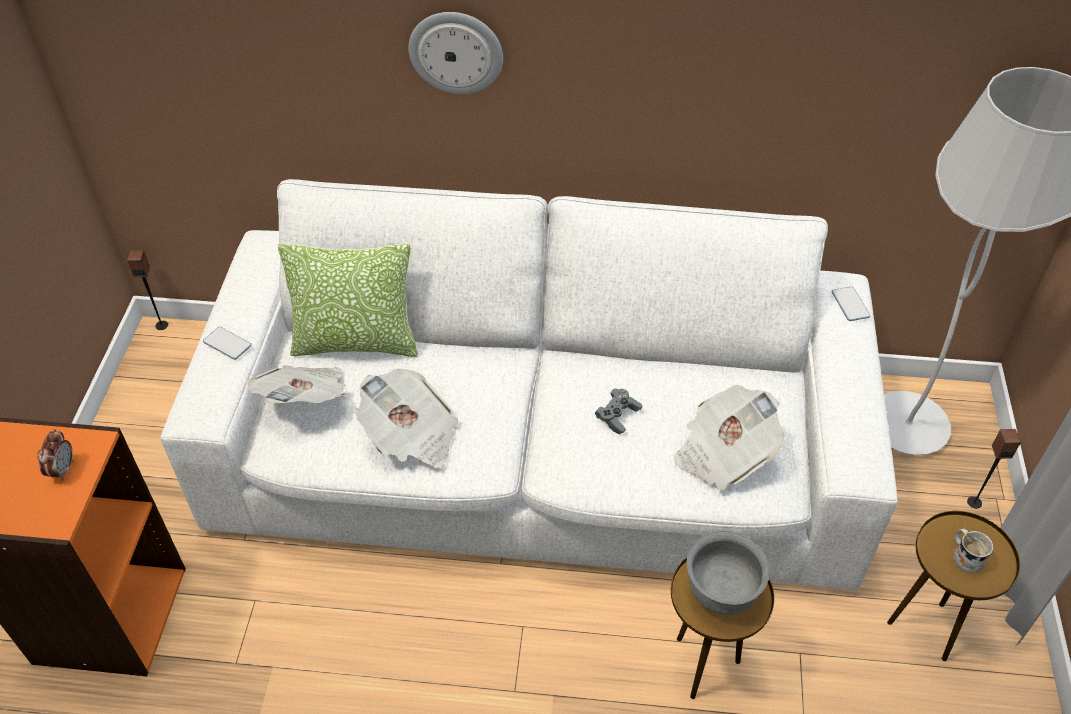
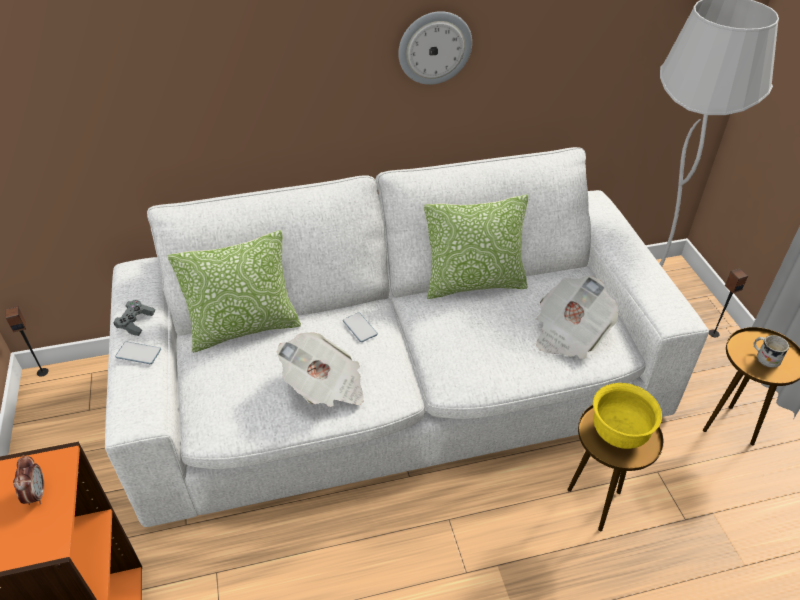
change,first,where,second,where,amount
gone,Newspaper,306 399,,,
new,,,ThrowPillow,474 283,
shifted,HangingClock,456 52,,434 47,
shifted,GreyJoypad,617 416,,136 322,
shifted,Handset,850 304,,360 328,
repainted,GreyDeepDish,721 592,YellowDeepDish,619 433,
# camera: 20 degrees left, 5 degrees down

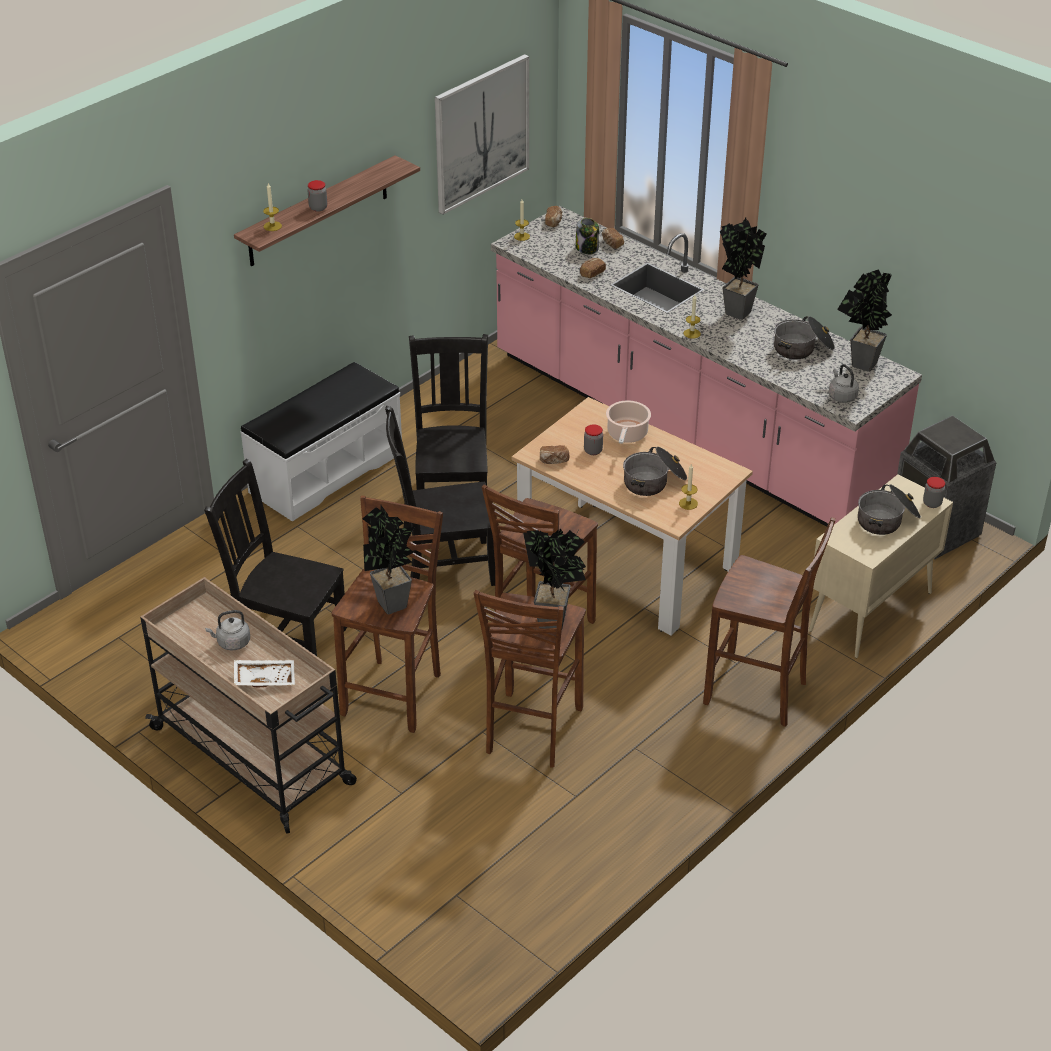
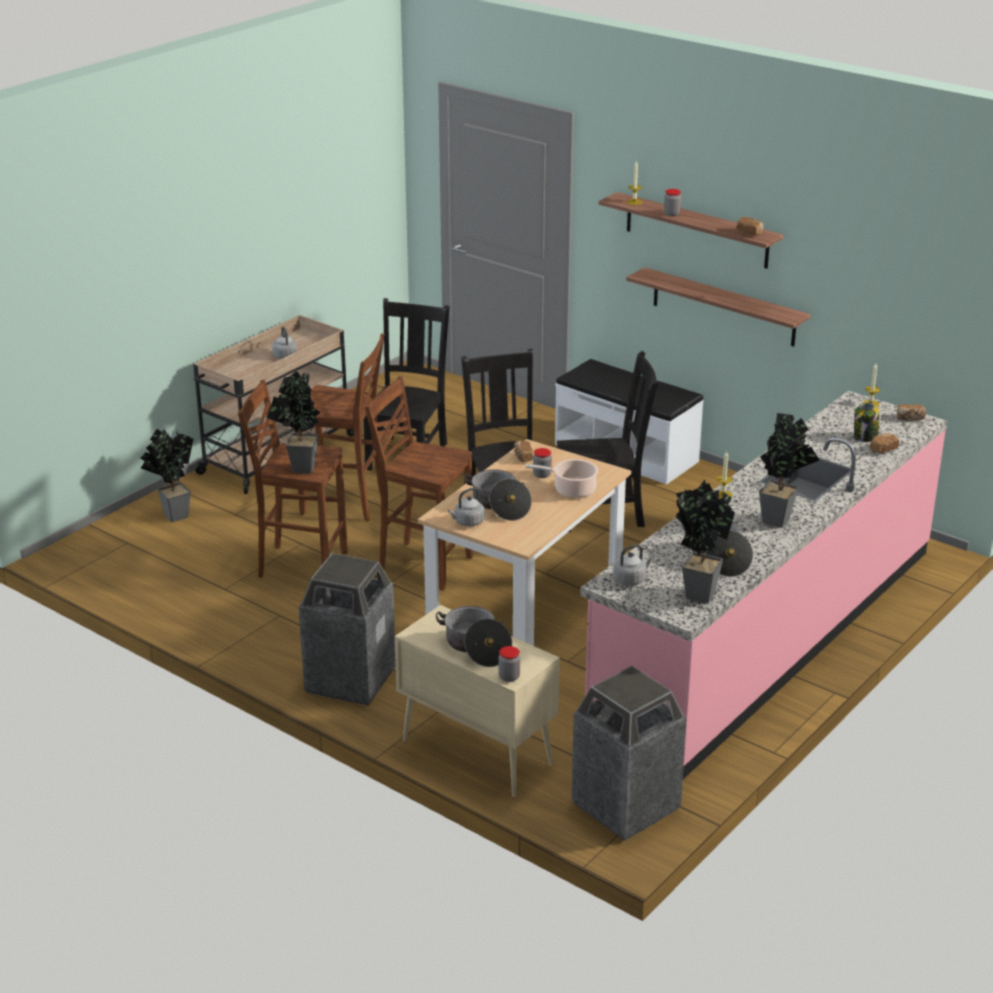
change,first,where,second,where,amount
gone,WhiteCarryingTray,265 678,,,
gone,WallArt,481 133,,,
new,,,Shelf,723 307,
shifted,Houseplant,392 608,,172 516,
shifted,BakeryBread,591 273,,749 232,
swapped,WaxCandle,688 503,GreyWaterKettle,468 522,
swapped,BrownSittingStool,758 693,WasteBin,350 680,
# camera: 85 degrees right, 10 degrees down

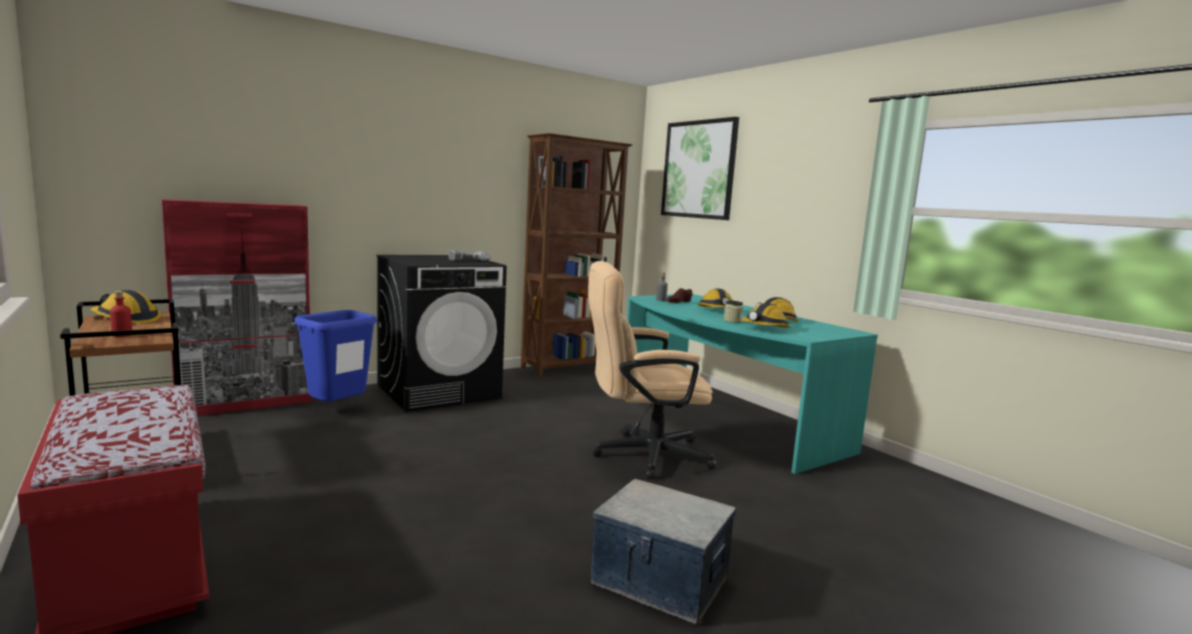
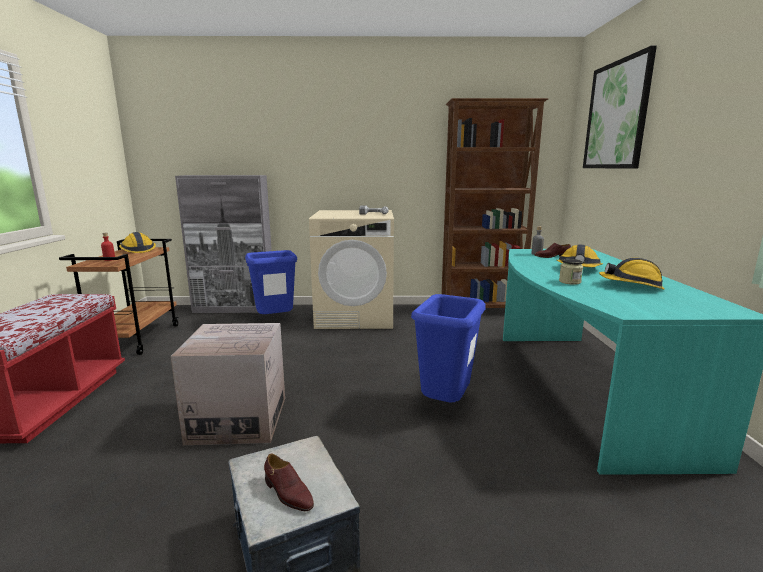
change,first,where,second,where,amount
gone,WorkHelmet,764 328,,,
new,,,Carton,238 419,
new,,,BrownItemOfFootwear,288 493,
swapped,BeigeColouredDeskChair,641 455,BlueColouredWasteBin,445 405,
repainted,ReddishCupboard,246 404,GreyCupboard,235 309,
repainted,BlackishWashingMachine,439 391,BeigeColouredWashingMachine,356 316,
# camera: 35 degrees right, 5 degrees up

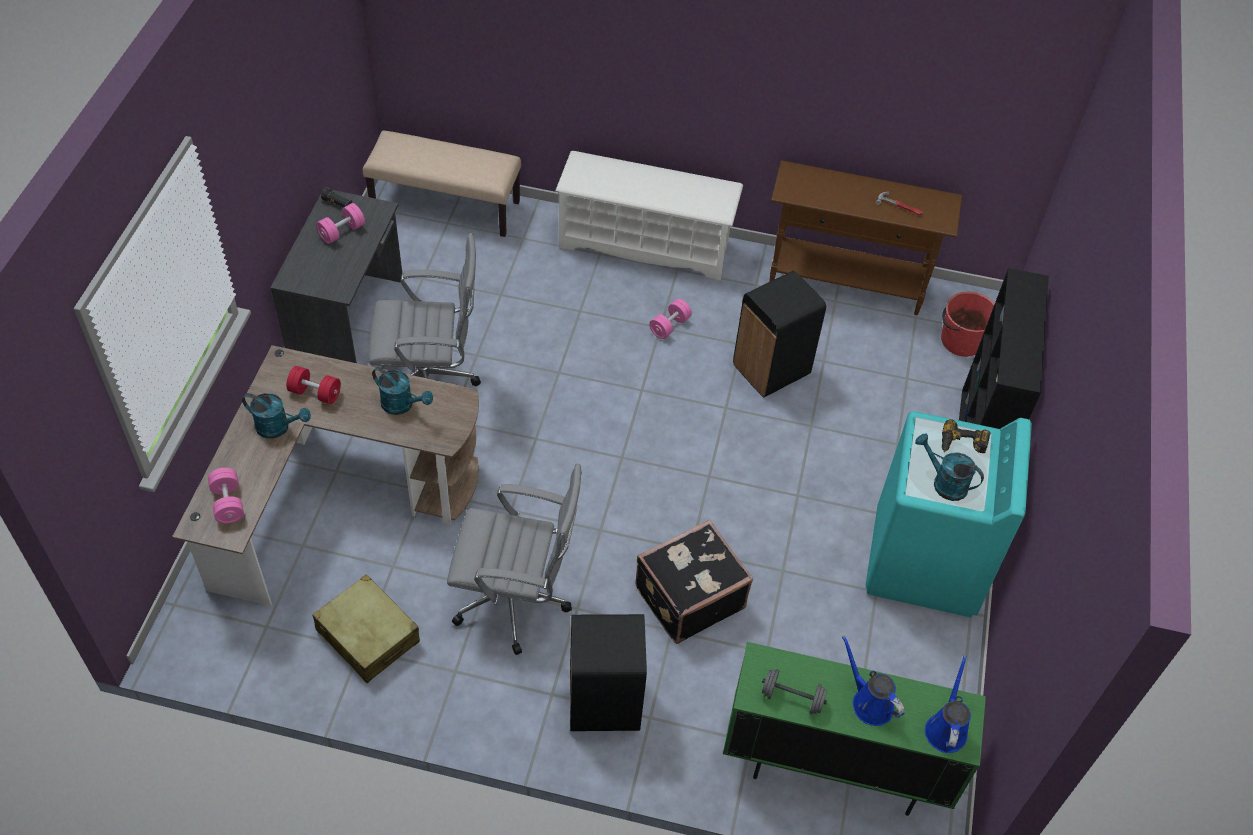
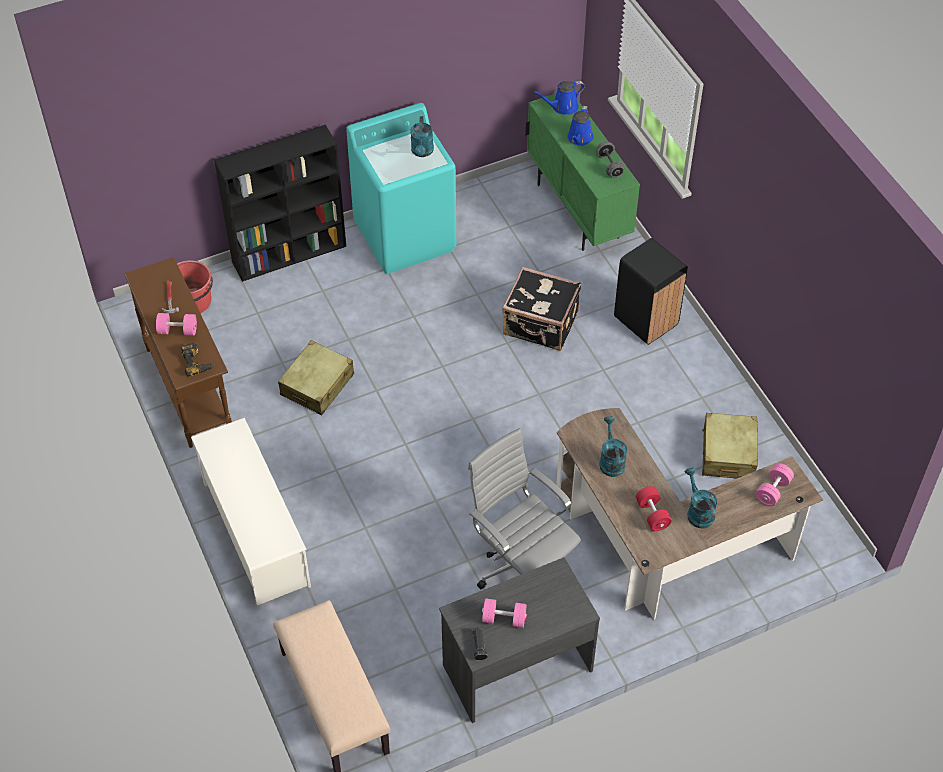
change,first,where,second,where,amount
gone,GreyDeskChair,517 602,,,
shifted,PinkishFreeWeight,669 326,,177 330,
shifted,ElectricDrill,962 445,,197 362,
swapped,BlackishWasteBin,772 370,BeigeColouredSuitcase,317 385,
# camera: 125 degrees left, 0 degrees up

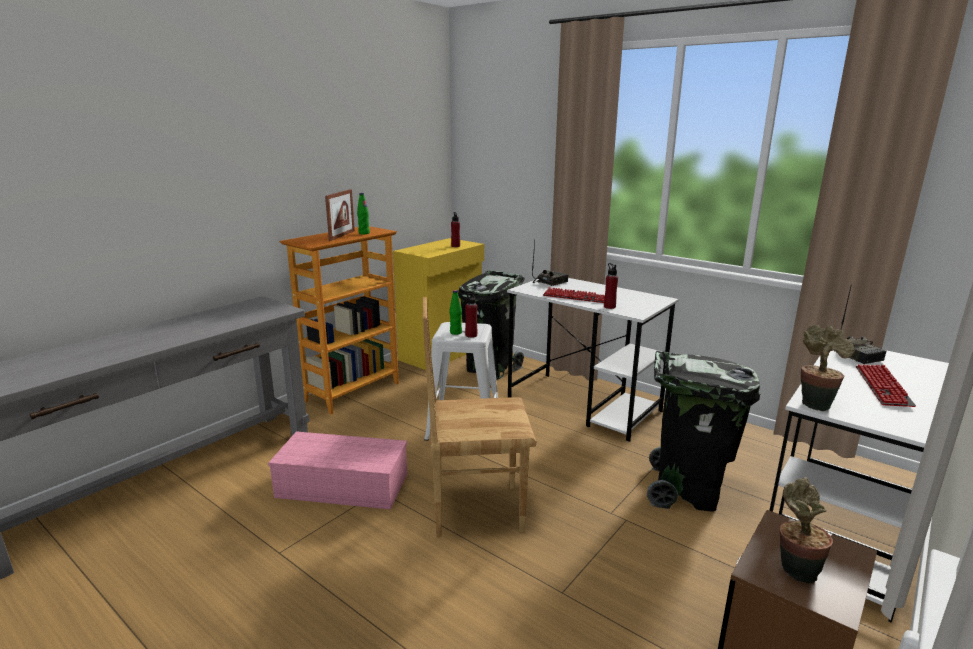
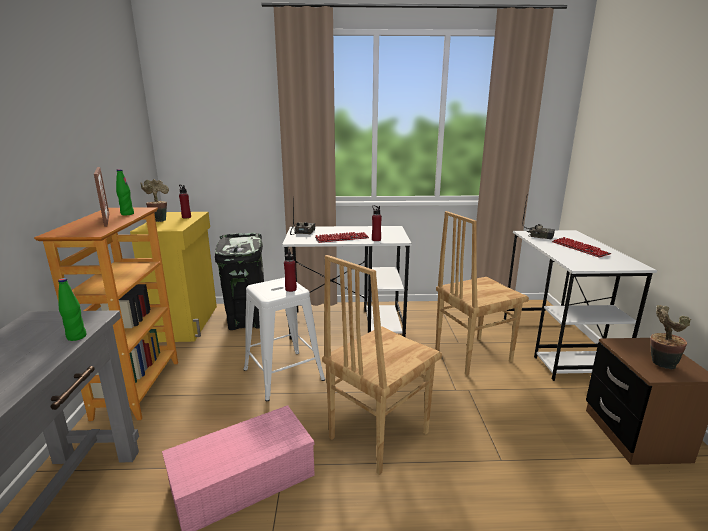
change,first,where,second,where,amount
shifted,GreenishBottle,455 332,,76 337,
shifted,Houseplant,814 403,,159 220,
swapped,BlackishWasteBin,686 491,BrownUprightChair,471 355,
# camera: 40 degrees left, 0 degrees up

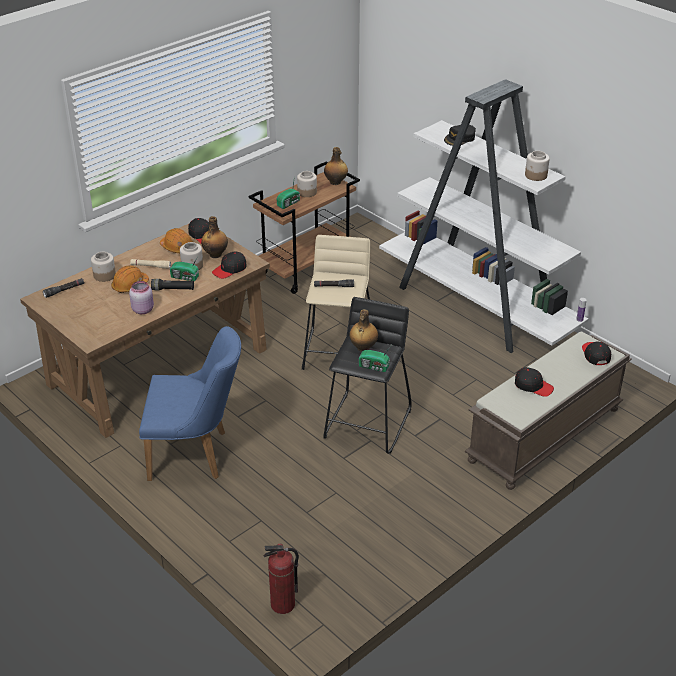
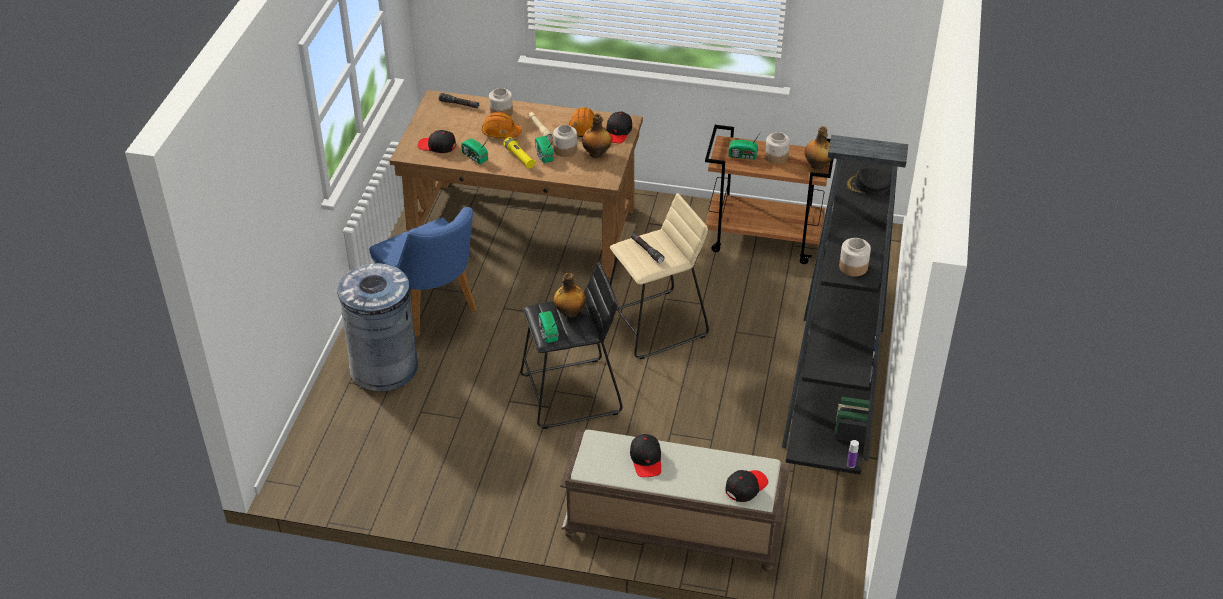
change,first,where,second,where,amount
gone,FireFightingCylinder,282 605,,,
new,,,GreyWasteBin,384 367,
shifted,BlackishPeakedCap,230 269,,437 146,
swapped,PinkishPreserveJar,143 309,RadioReceiver,475 157,
repainted,BlackishHandTorch,173 289,YellowHandTorch,519 157,
repainted,WhiteBookcase,477 307,BlackishBookcase,835 387,
# camera: 55 degrees right, 5 degrees up

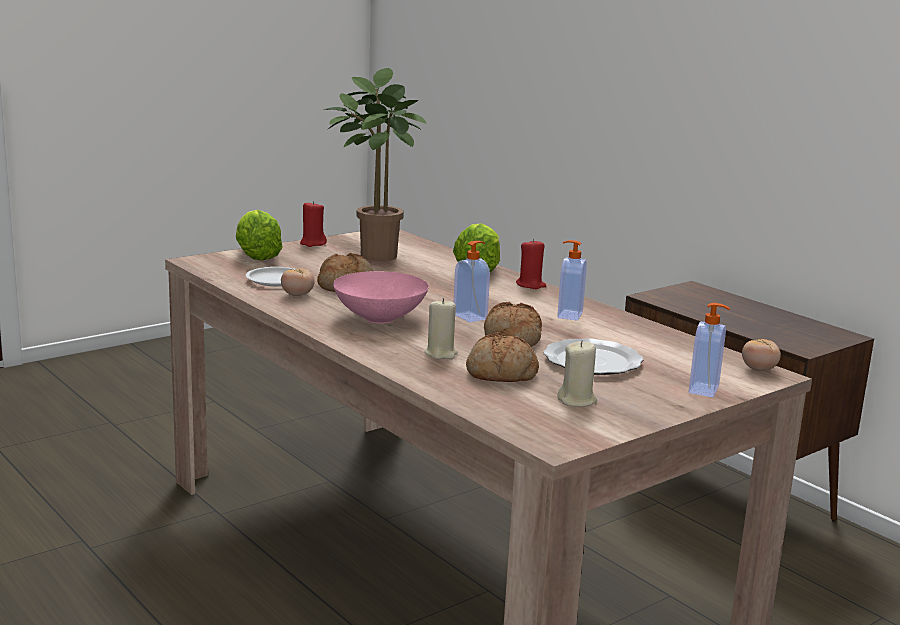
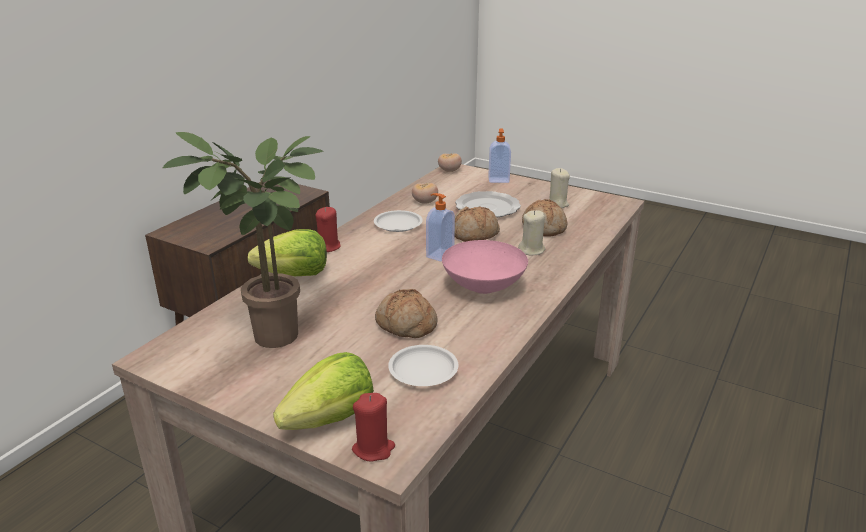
change,first,where,second,where,amount
shifted,Tomato,297 295,,425 202,
shifted,ReddishWaxCandle,312 243,,373 449,
swapped,LiquidSoapBottle,568 315,WhitePlate,398 224,
# camera: 110 degrees left, 10 degrees up

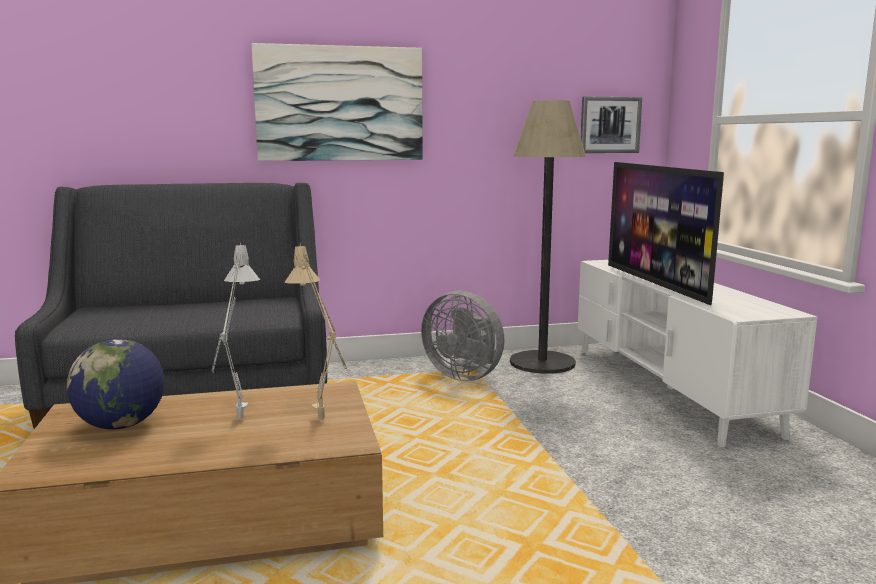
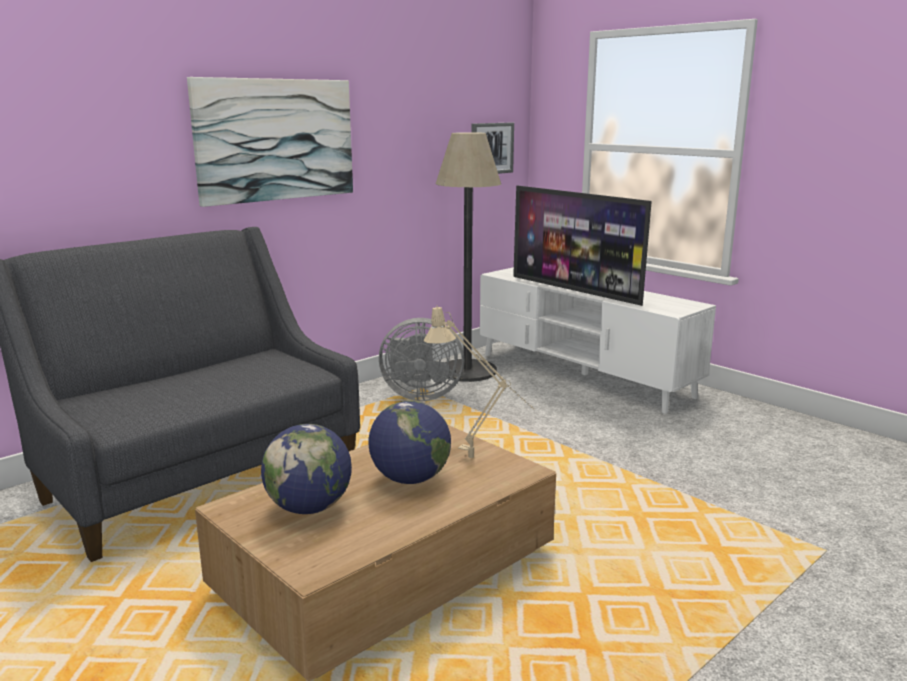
change,first,where,second,where,amount
swapped,GreyTableLamp,238 424,WorldGlobe,410 479,
# camera: 30 degrees left, 5 degrees up

